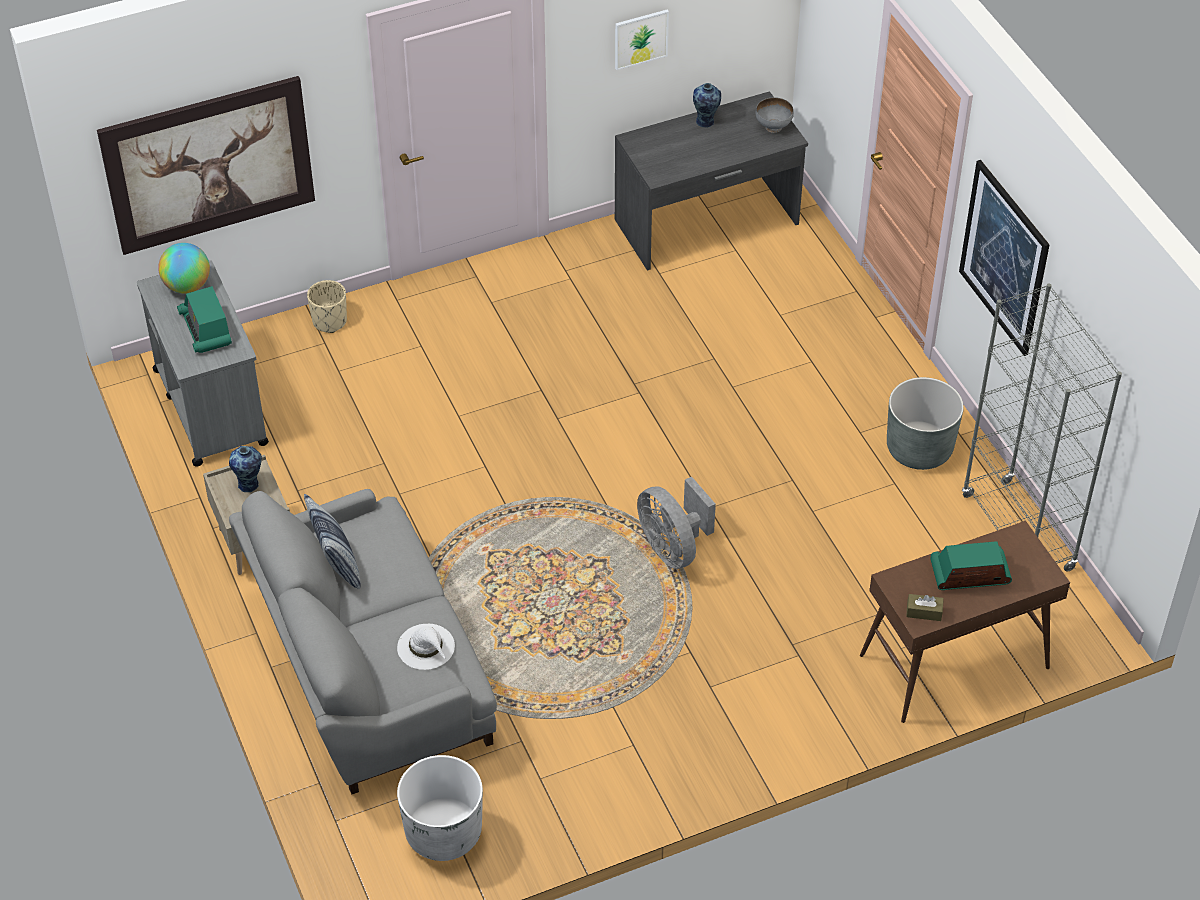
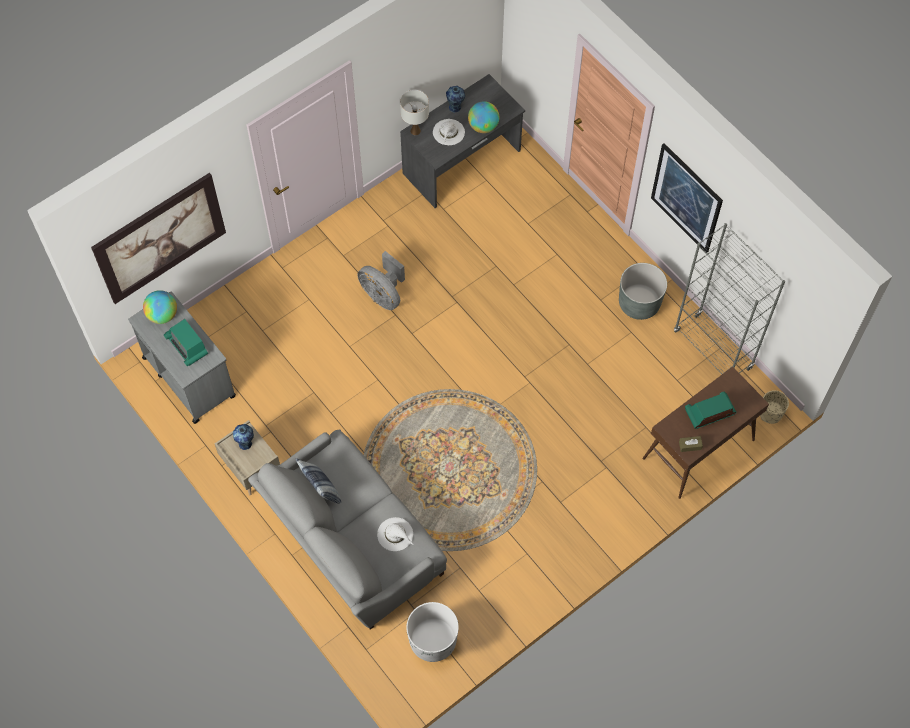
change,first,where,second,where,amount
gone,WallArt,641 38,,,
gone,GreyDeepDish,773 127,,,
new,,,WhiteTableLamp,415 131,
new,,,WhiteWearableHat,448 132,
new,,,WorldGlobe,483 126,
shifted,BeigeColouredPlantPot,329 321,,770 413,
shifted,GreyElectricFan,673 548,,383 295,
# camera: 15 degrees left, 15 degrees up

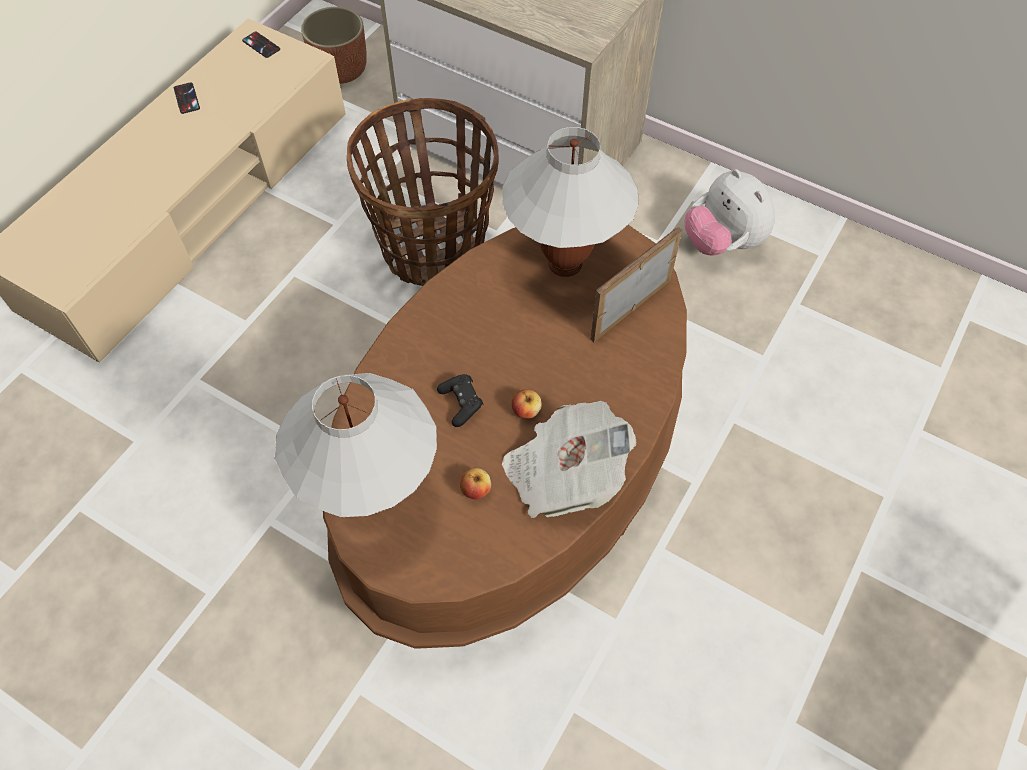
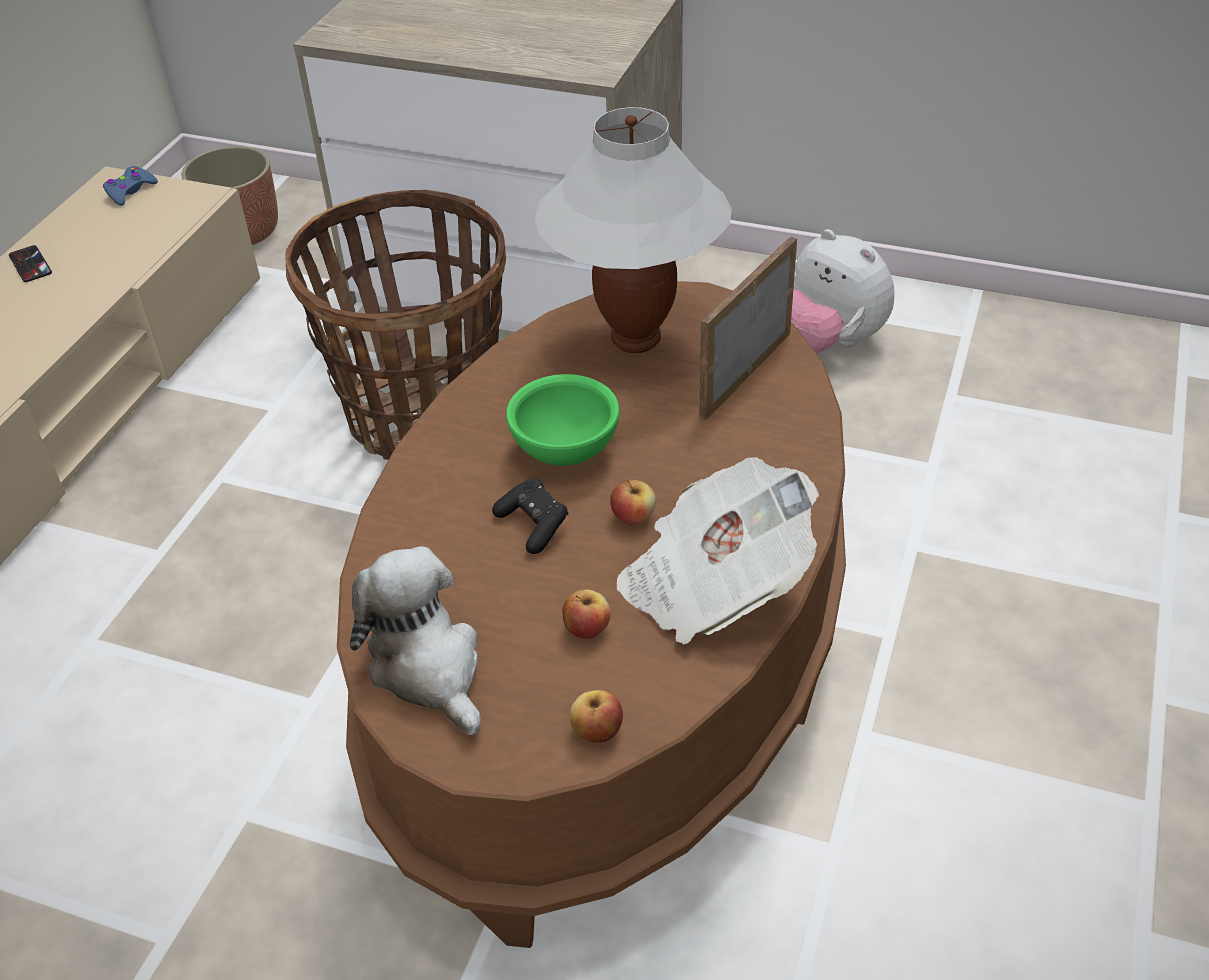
change,first,where,second,where,amount
new,,,GreenishDeepDish,567 449,
new,,,AppleFruit,597 731,
swapped,Handset,261 45,BlueColouredJoypad,130 191,
swapped,WhiteTableLamp,373 497,CuddlyToy,428 667,
# camera: 10 degrees left, 15 degrees down

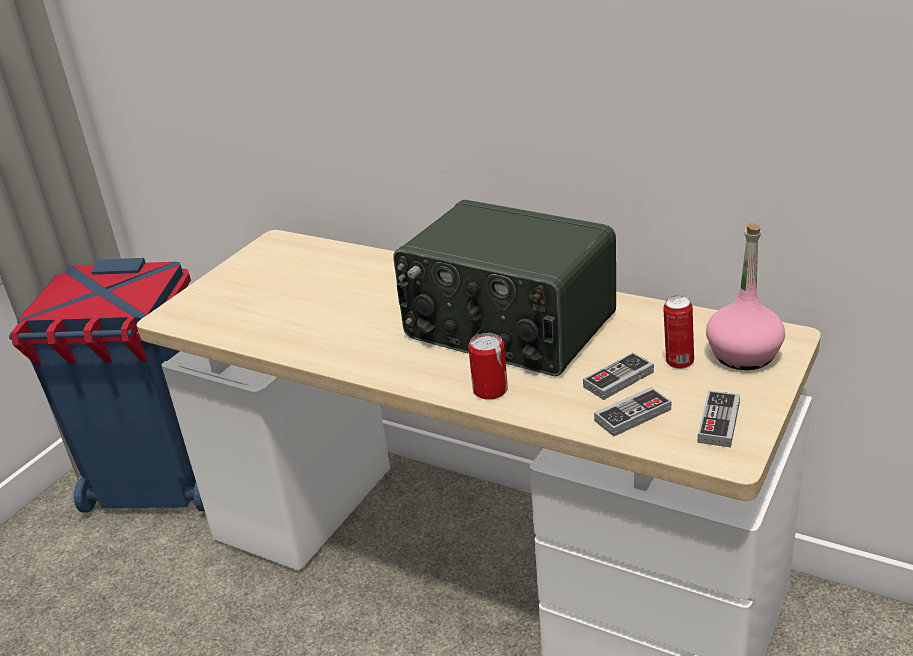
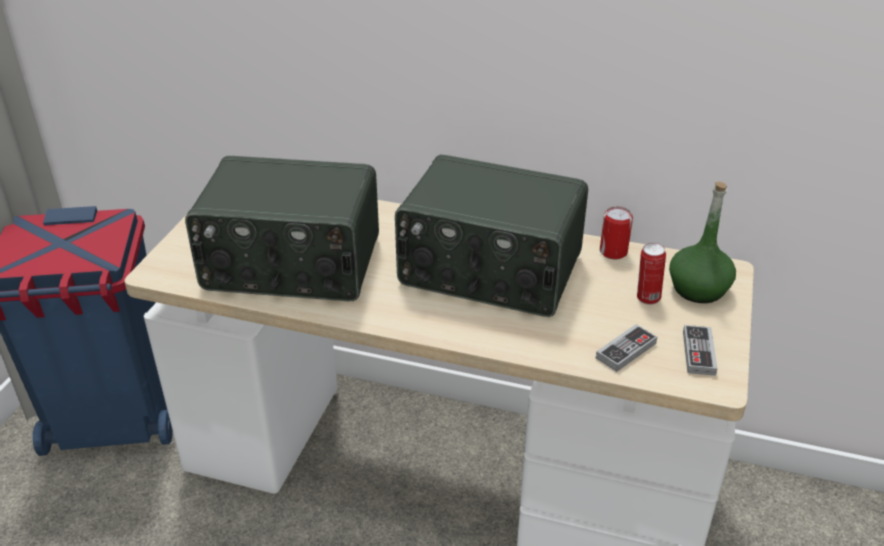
change,first,where,second,where,amount
gone,Joypad,618 379,,,
new,,,RadioReceiver,291 265,
shifted,Can,490 390,,613 252,
repainted,PinkishBottle,743 355,GreenishBottle,698 289,
# camera: 15 degrees left, 5 degrees up

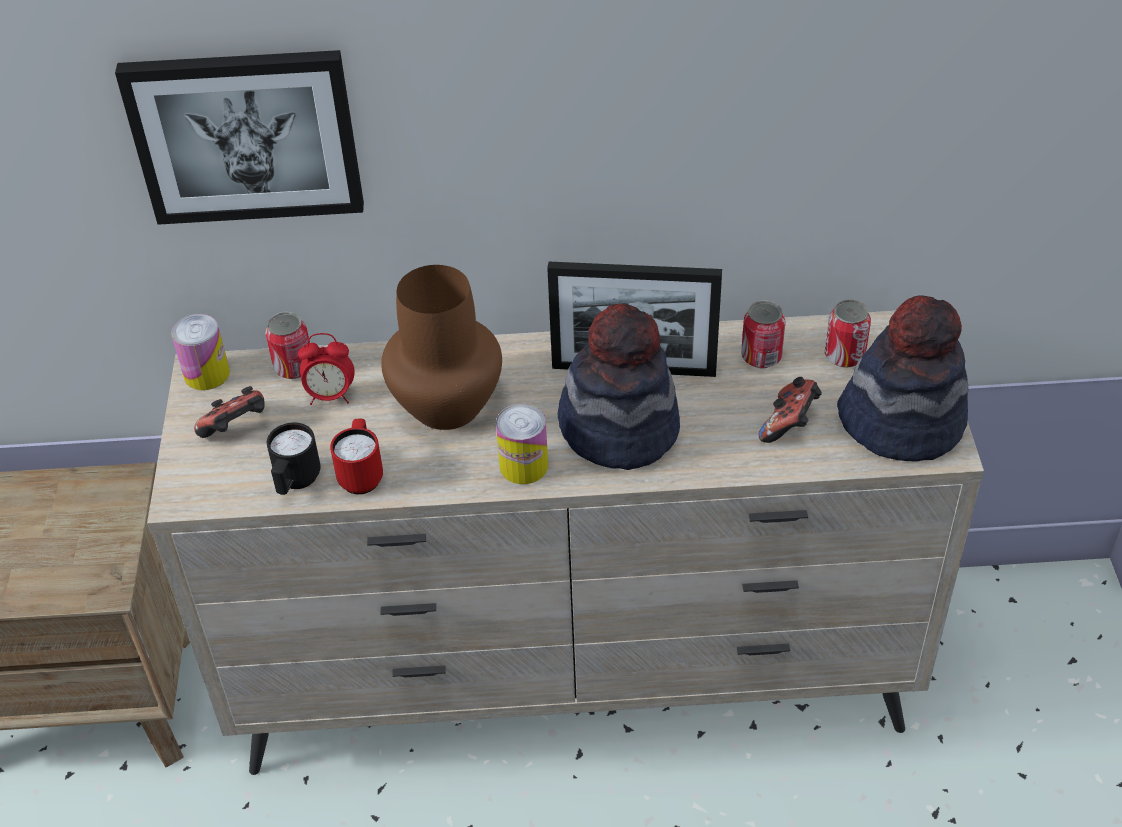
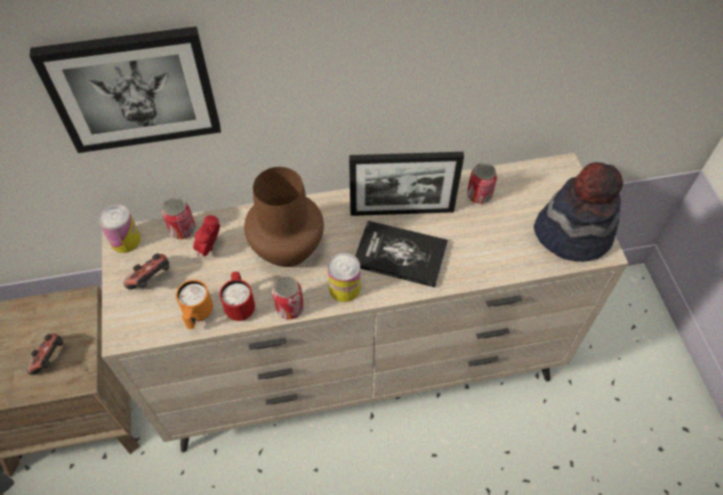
change,first,where,second,where,amount
shifted,Joypad,789 425,,51 359,
shifted,Can,844 356,,290 308,
swapped,WearableHat,619 428,Book,400 255,
repainted,BlackishCoffeeMug,295 482,OrangeyCoffeeMug,197 315,
rotated,BedsideClock,330 396,,210 249,120 degrees clockwise
# camera: 10 degrees left, 10 degrees up

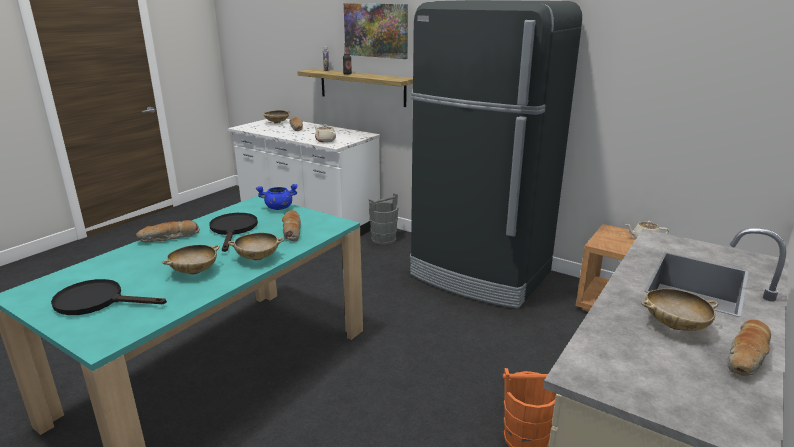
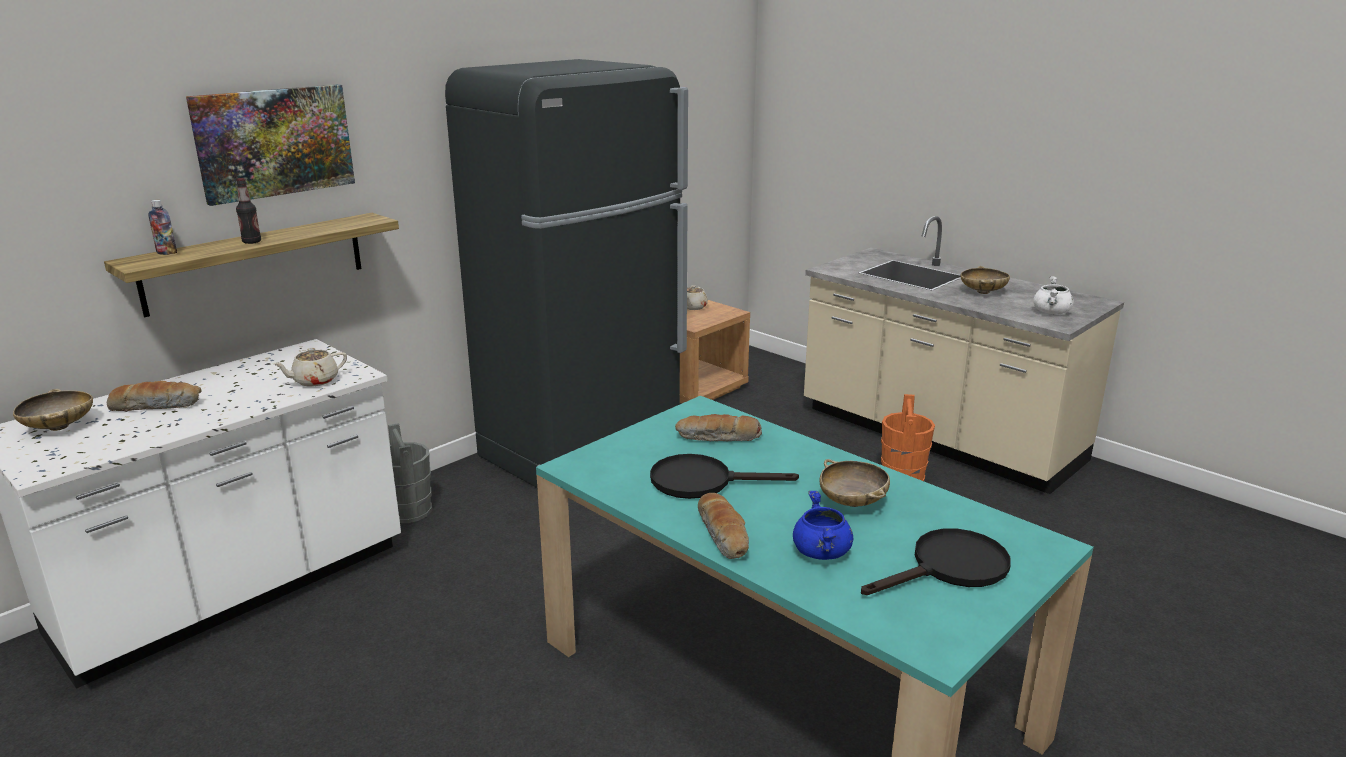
change,first,where,second,where,amount
gone,BeigeColouredDeepDish,257 257,,,
gone,BakeryBread,747 357,,,
new,,,WhiteSaucepot,1051 312,
shifted,BlueColouredSaucepot,278 208,,822 553,
rotated,BlackishPan,98 301,,950 568,135 degrees counterclockwise
# camera: 80 degrees left, 0 degrees up

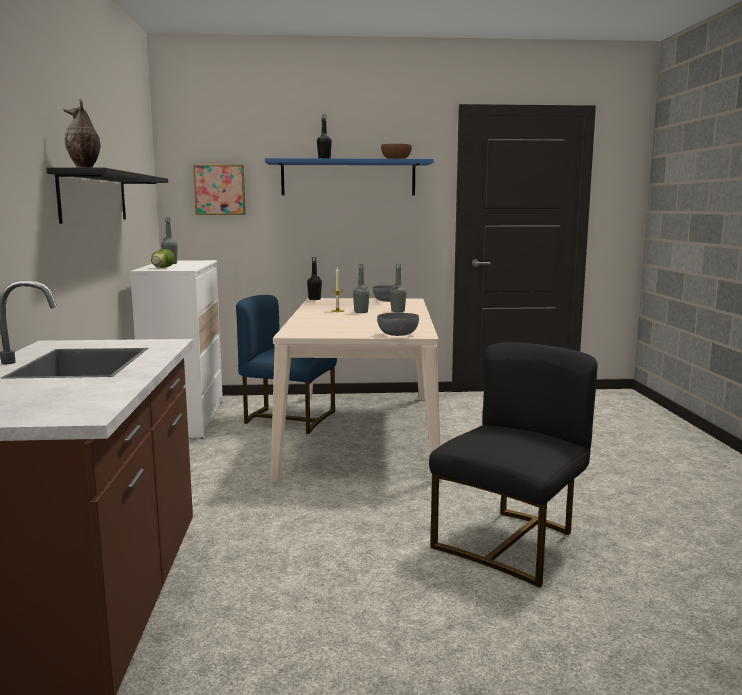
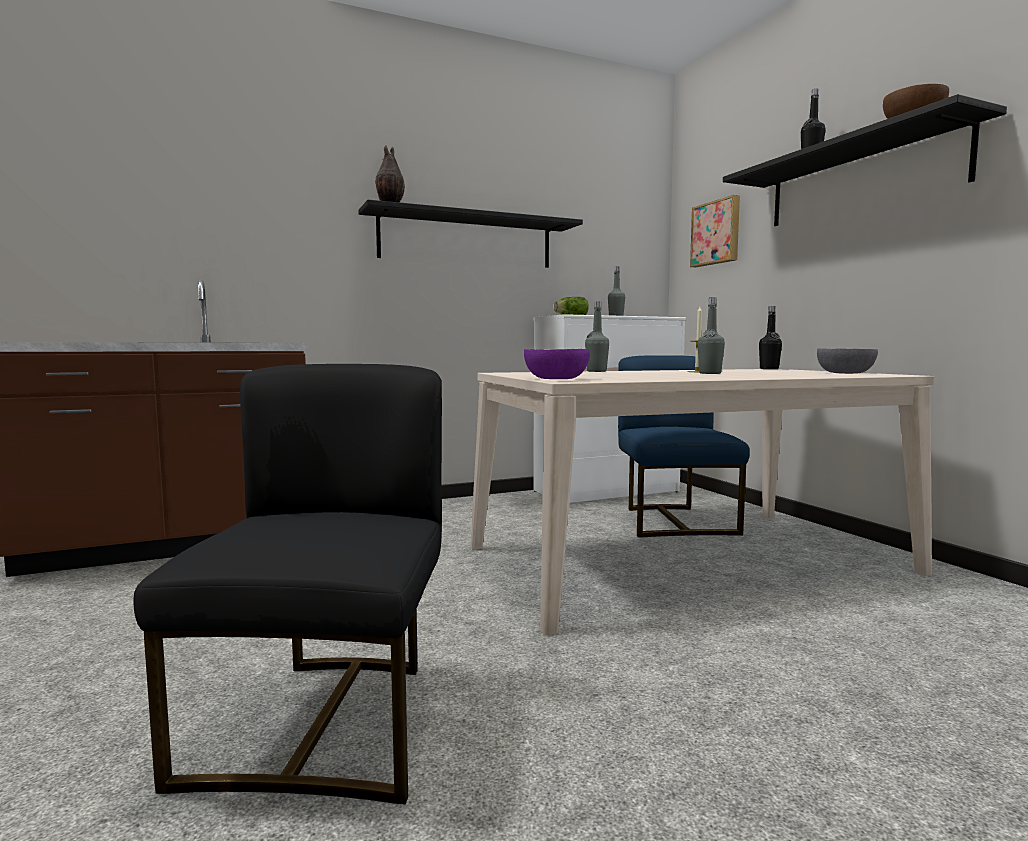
change,first,where,second,where,amount
shifted,GreyBottle,398 311,,596 371,
repainted,BlueColouredShelf,348 178,BlackishShelf,861 179,
repainted,GreyDeepDish,398 334,PurplishDeepDish,556 379,
rotated,BlackishUprightChair,511 543,,326 722,105 degrees counterclockwise
# camera: 70 degrees right, 5 degrees down

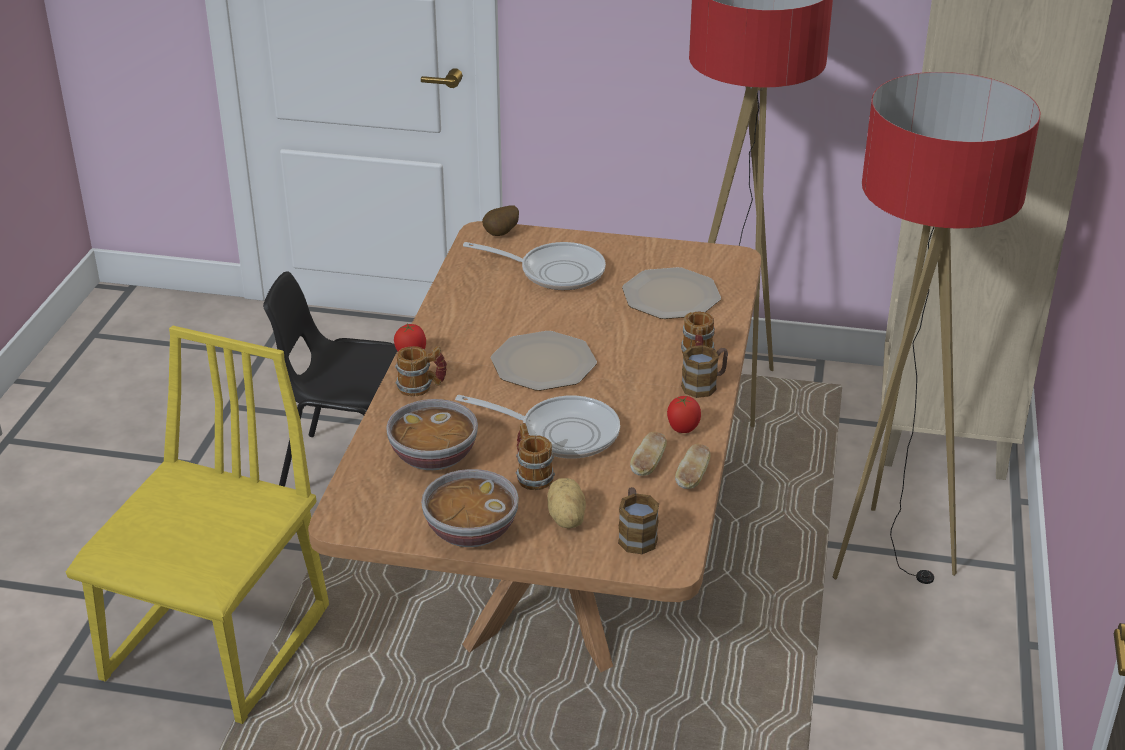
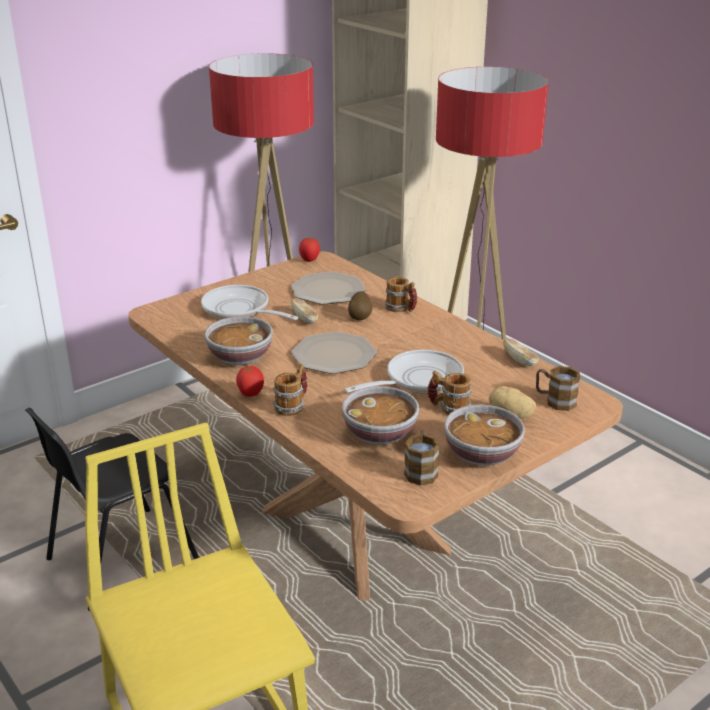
change,first,where,second,where,amount
new,,,DeepDish,239 357,
shifted,Potato,502 234,,360 318,
shifted,BakeryBread,648 464,,304 318,
shifted,Tomato,682 430,,309 260,
shifted,CoffeeMug,705 385,,421 470,
rotated,Pan,555 272,,240 310,105 degrees counterclockwise
# camera: 50 degrees left, 5 degrees down

